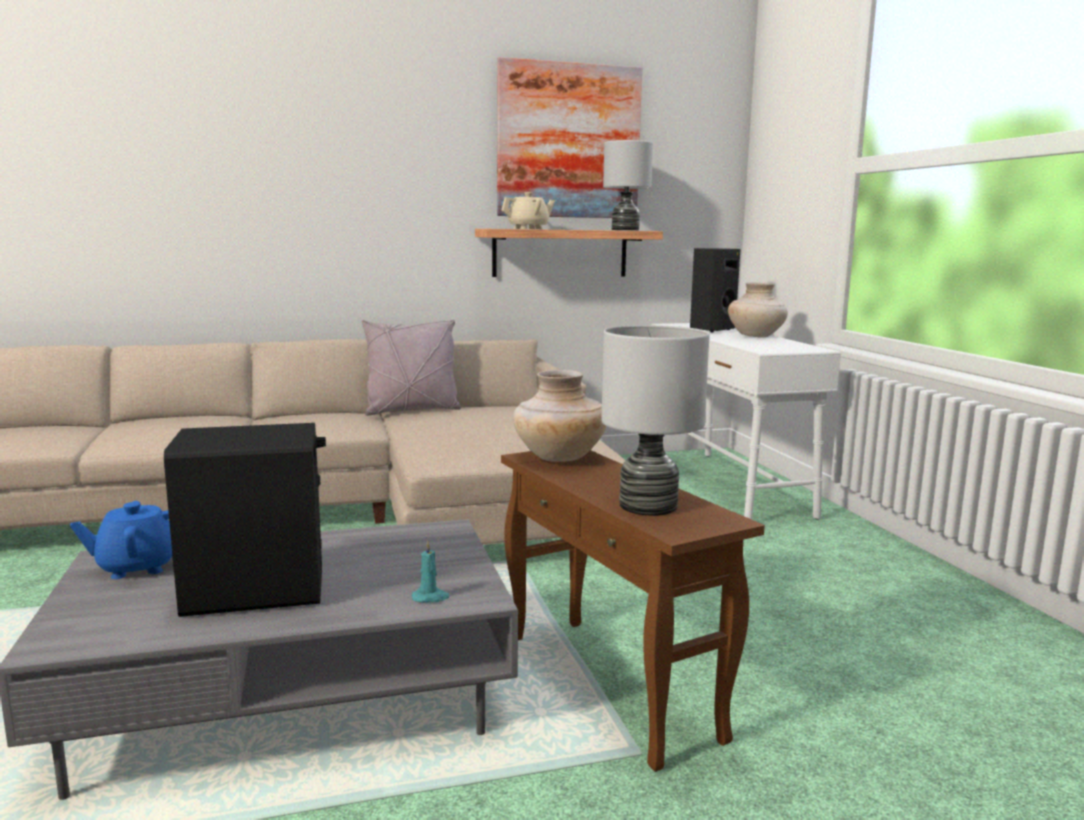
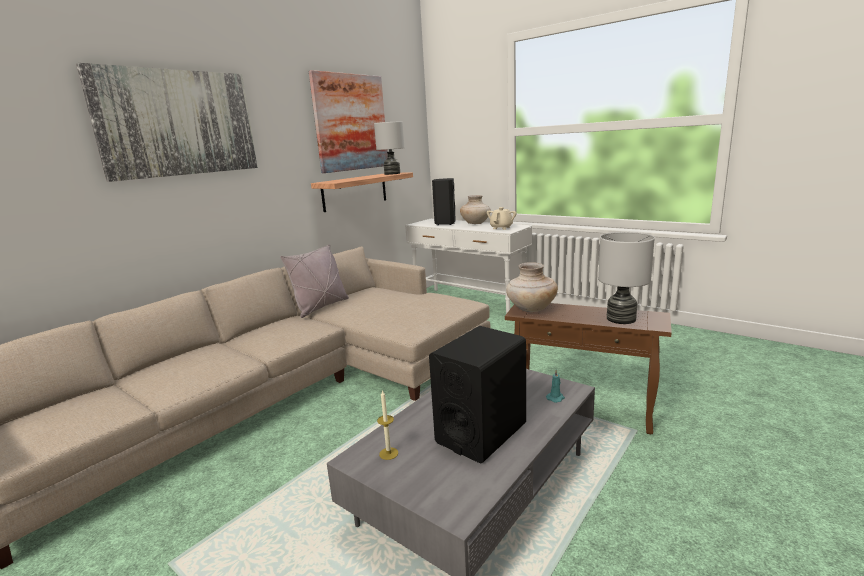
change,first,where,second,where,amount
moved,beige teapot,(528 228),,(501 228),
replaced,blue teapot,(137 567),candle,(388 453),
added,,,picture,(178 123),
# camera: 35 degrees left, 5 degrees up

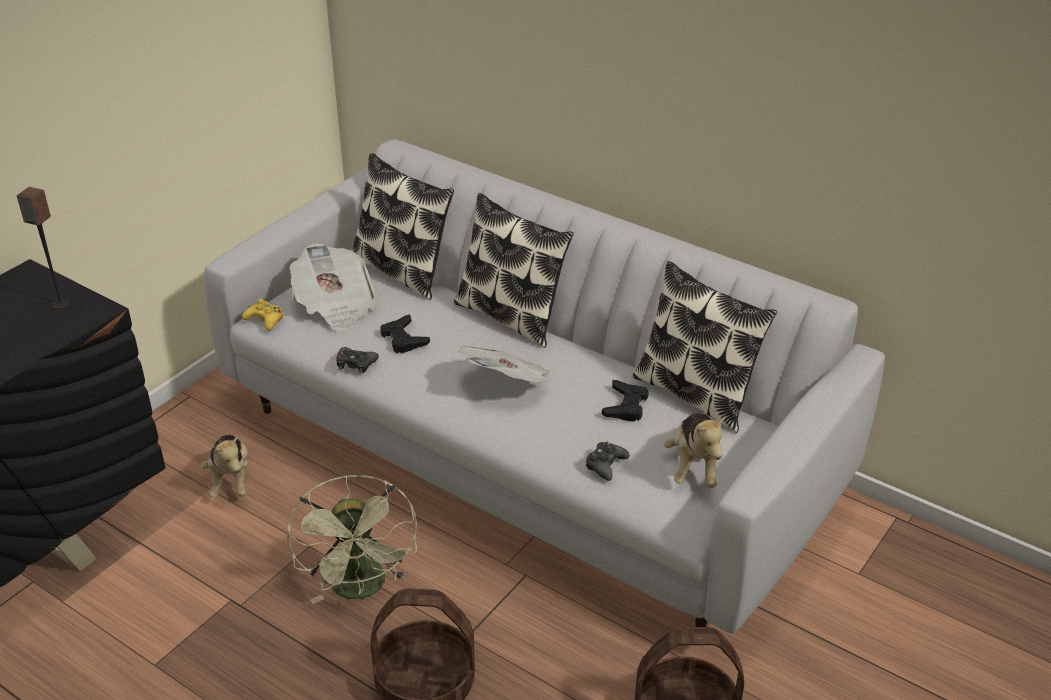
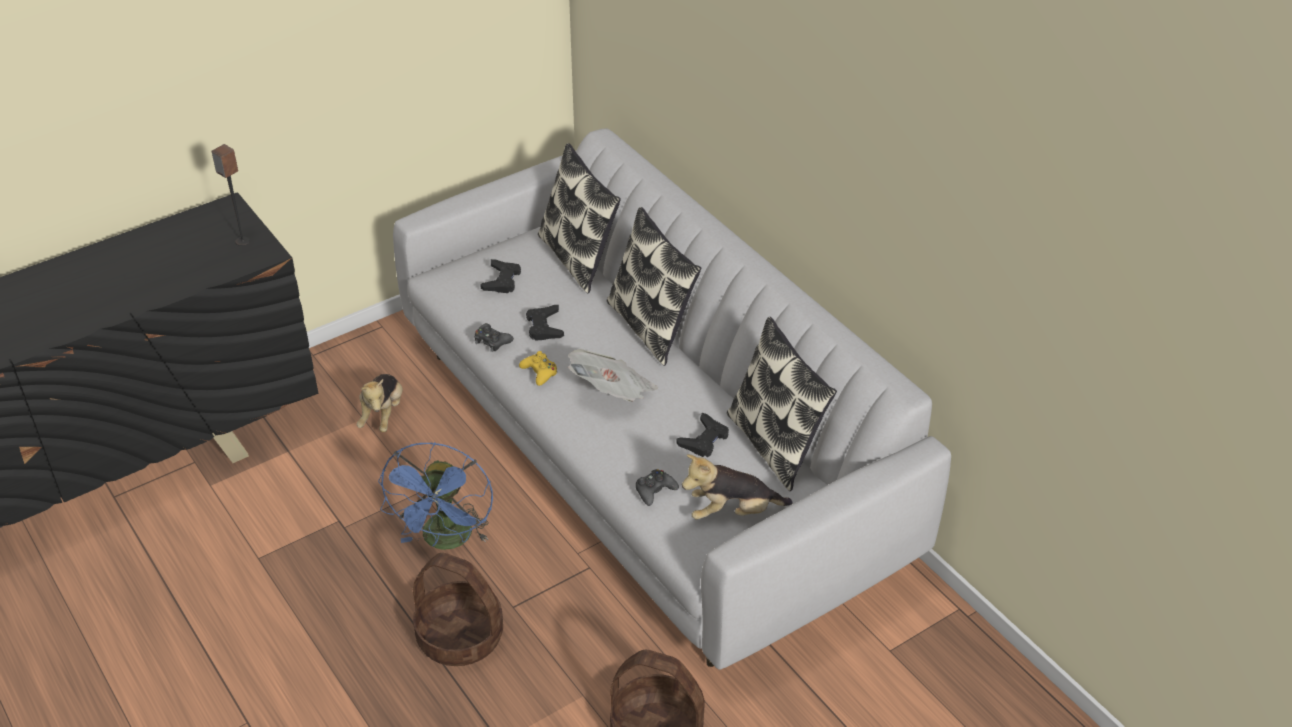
change,first,where,second,where,amount
replaced,newspaper,(335 306),black game controller,(502 280),
moved,yellow game controller,(265 320),,(539 372),
turned,plush toy,(694 466),,(732 512),60 degrees clockwise
recoloured,green fan,(362 589),blue fan,(446 541),
# camera: 20 degrees right, 5 degrees up

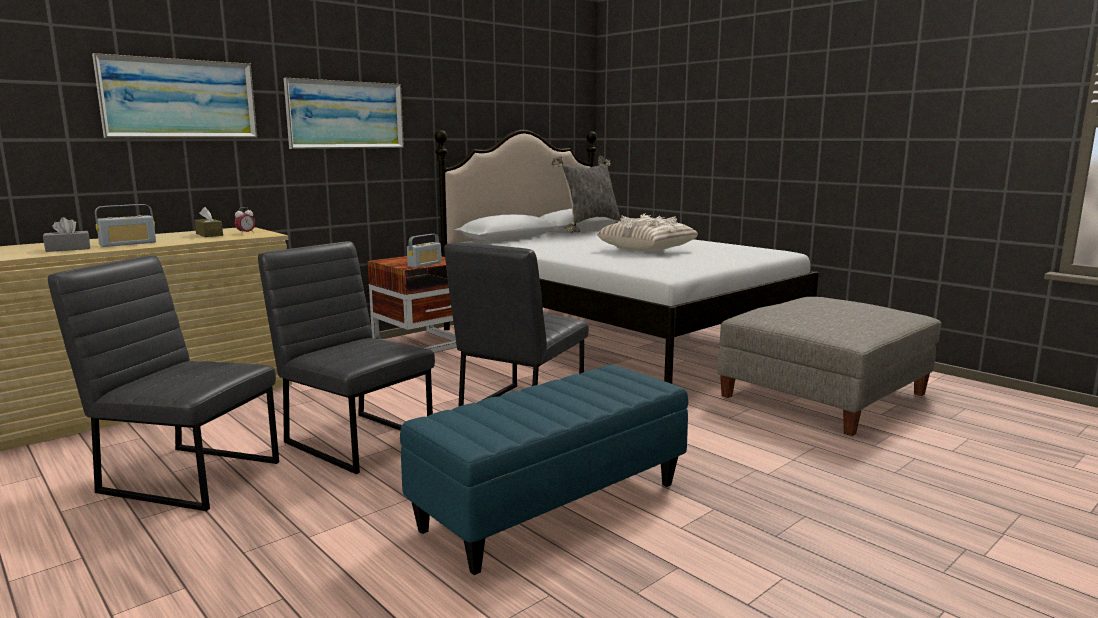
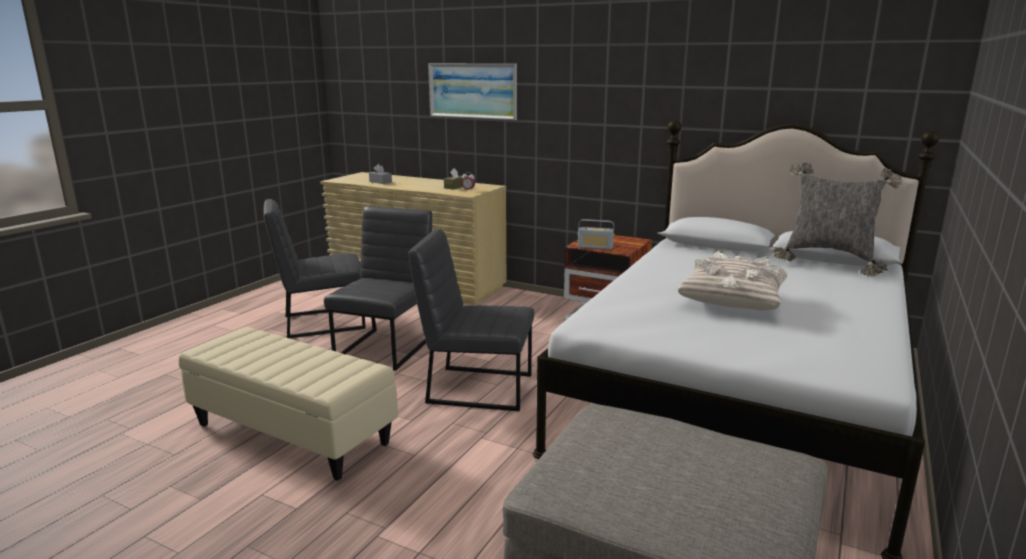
change,first,where,second,where,amount
removed,picture,(346 115),,,
removed,radio,(128 244),,,
turned,grey chair,(187 475),,(321 322),105 degrees counterclockwise
recoloured,blue ottoman,(554 508),beige ottoman,(291 435),
# camera: 70 degrees right, 5 degrees up

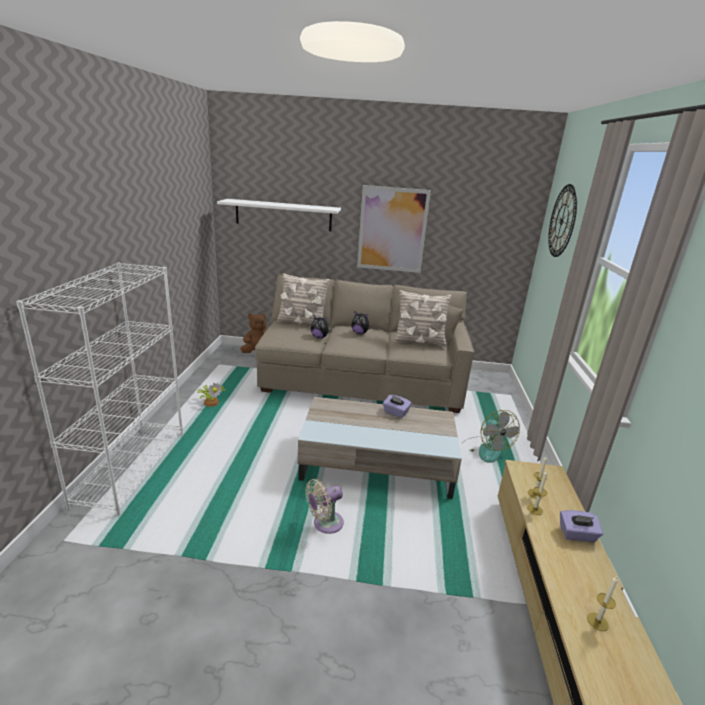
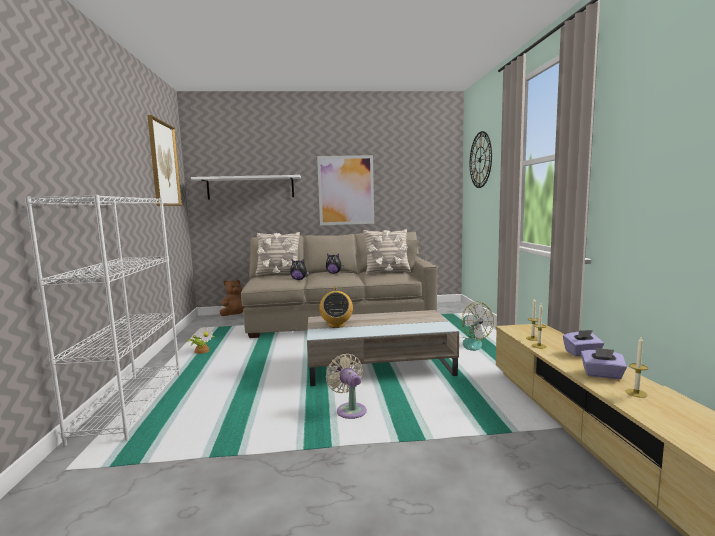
change,first,where,second,where,amount
moved,purple tissue box,(395 412),,(602 374),
turned,beige fan,(325 524),,(350 410),105 degrees clockwise
added,,,picture,(164 164),
added,,,radio,(336 325),
# camera: 10 degrees left, 15 degrees down

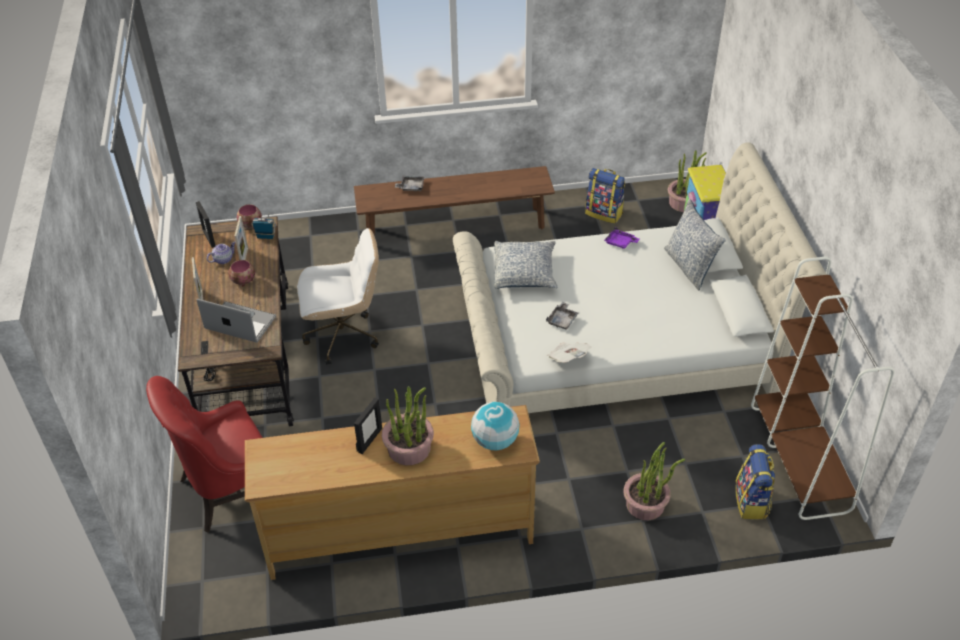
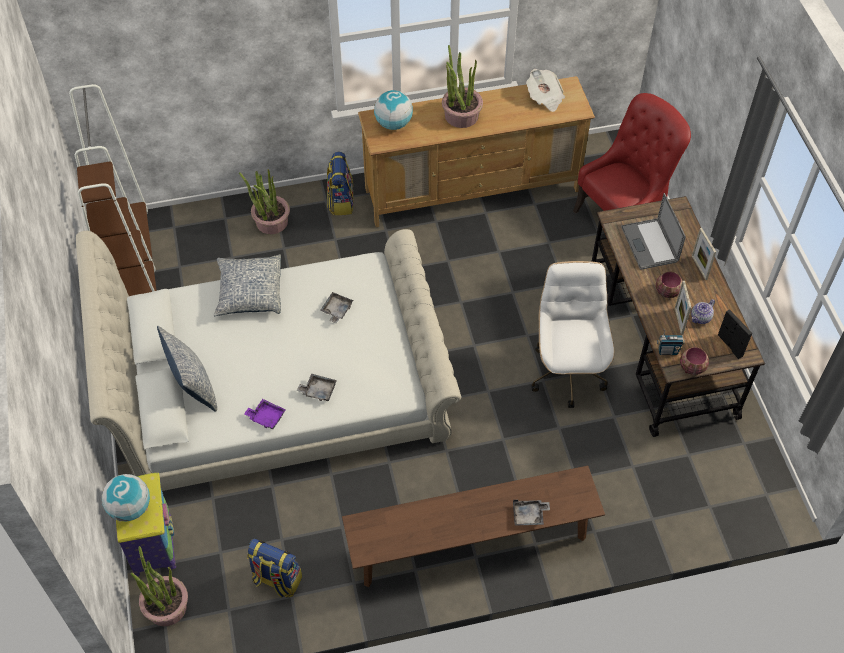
change,first,where,second,where,amount
turned,white office chair,(345 337),,(567 371),105 degrees clockwise
moved,pillow,(524 273),,(249 292),
turned,laptop,(240 323),,(649 244),60 degrees clockwise
moved,newspaper,(568 359),,(544 98),
removed,picture frame,(369 440),,,
moved,backpack,(751 502),,(340 201),
added,,,grey tray,(318 390),
added,,,globe,(130 508),
# camera: 175 degrees right, 10 degrees up

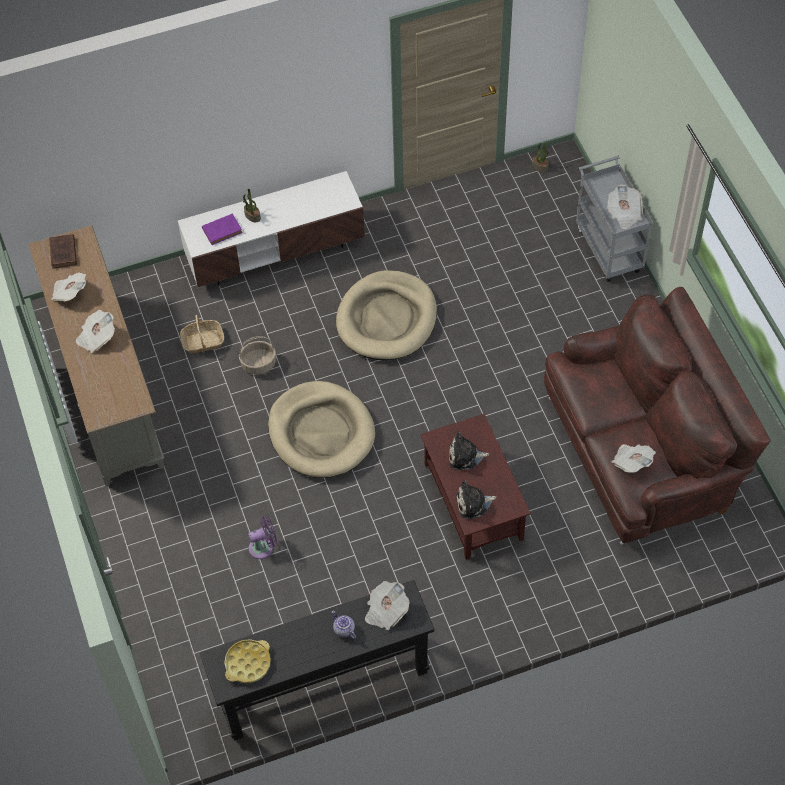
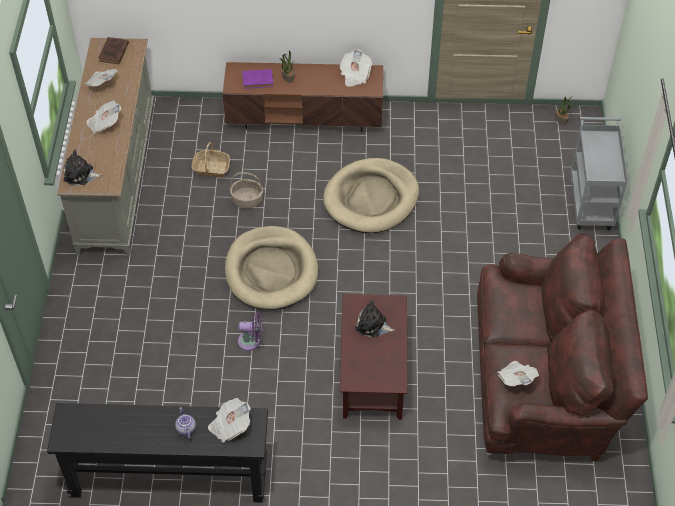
change,first,where,second,where,amount
recoloured,white tv stand,(275 252),brown tv stand,(304 118),
moved,newspaper,(624 213),,(355 75),
moved,plush toy,(473 504),,(80 175),
moved,purple fan,(263 547),,(251 341),
removed,yellow tray,(248 663),,,
# camera: 20 degrees right, 5 degrees down

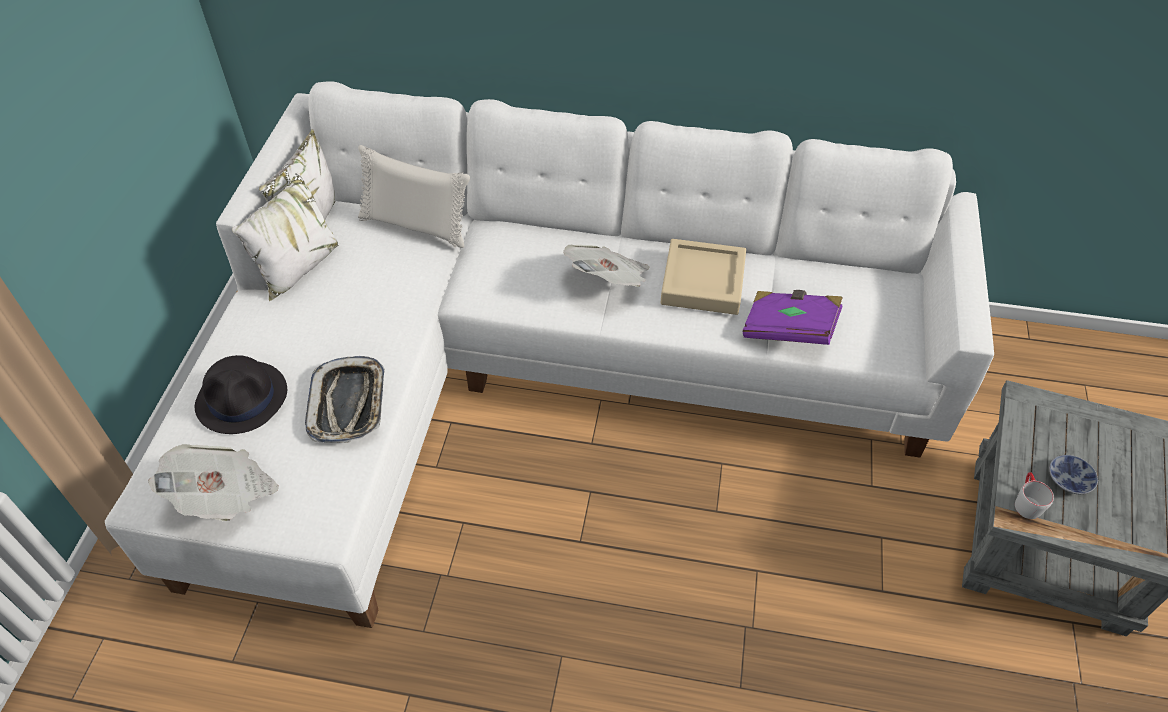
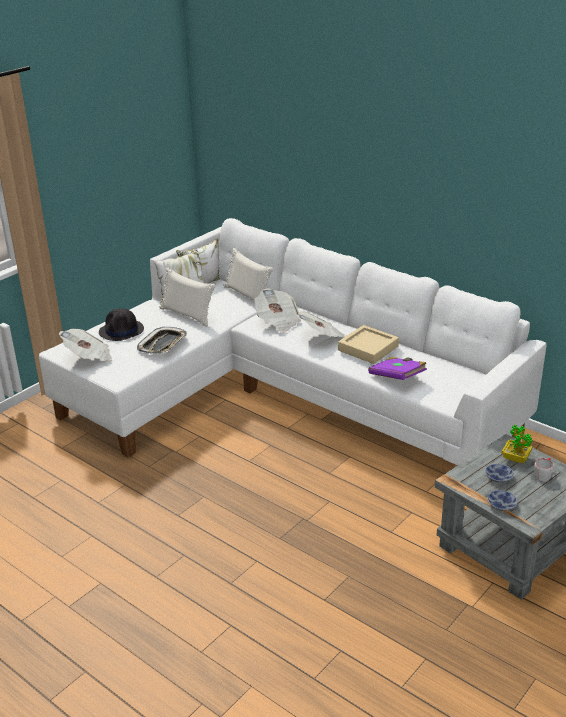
change,first,where,second,where,amount
moved,grey mug,(1026 501),,(543 474),
added,,,white pillow,(188 315),
added,,,newspaper,(278 321),
added,,,potted plant,(515 458),
added,,,bowl,(500 504),
# camera: 30 degrees right, 20 degrees down

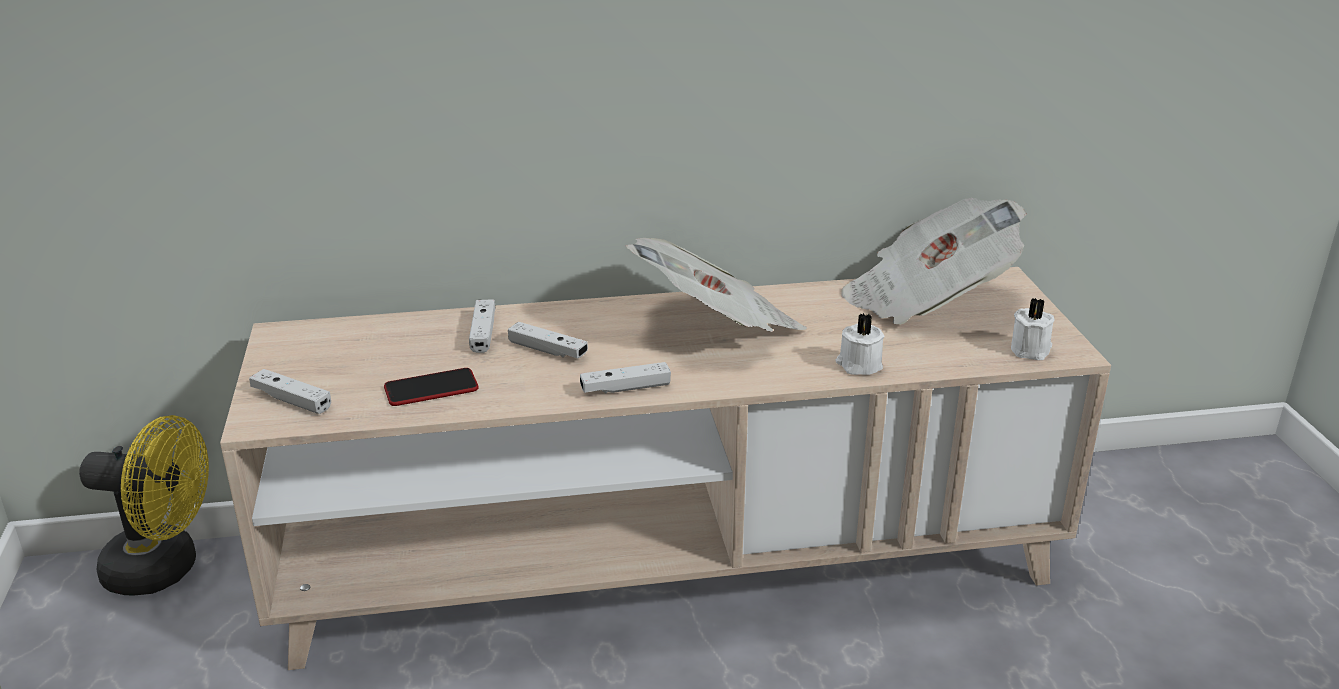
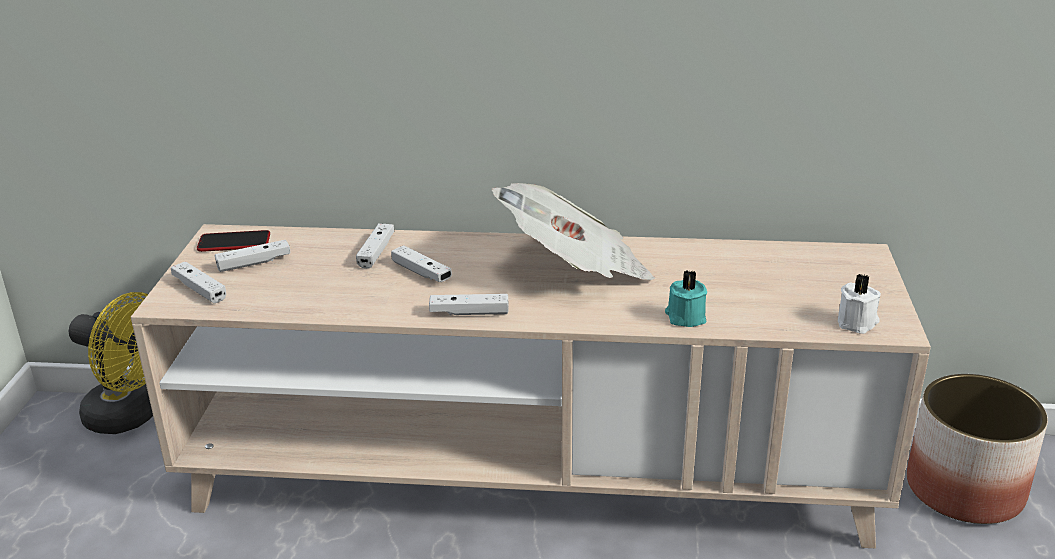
change,first,where,second,where,amount
removed,newspaper,(927 300),,,
recoloured,white candle,(858 365),turquoise candle,(685 317),
moved,phone,(431 389),,(234 242),
added,,,white game controller,(254 263),
added,,,planter,(965 489),
# camera: 15 degrees right, 0 degrees up

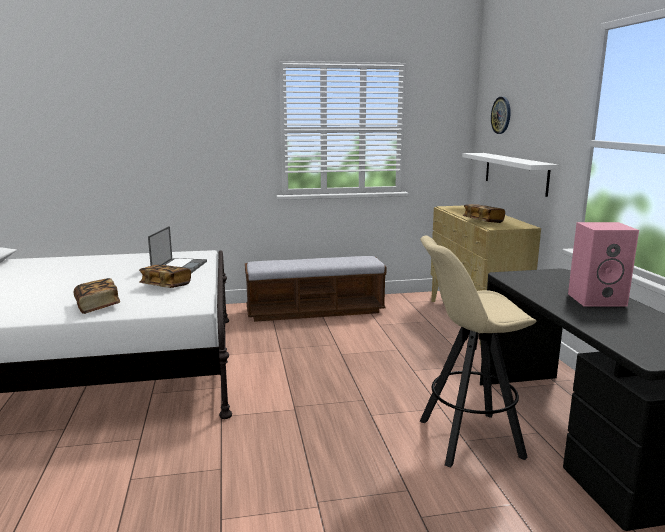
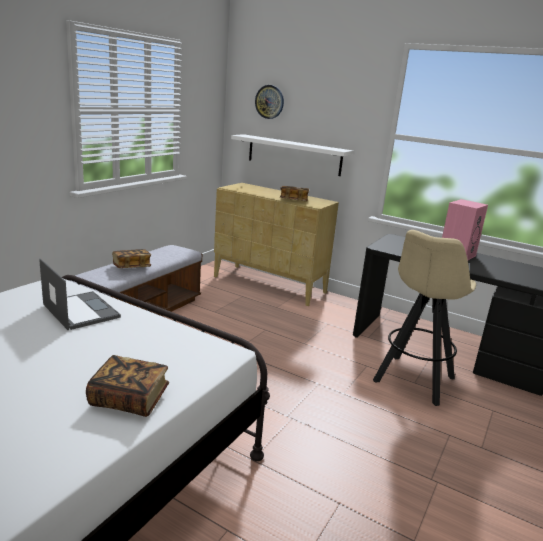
change,first,where,second,where,amount
moved,book,(166 286),,(131 267),
# camera: 50 degrees left, 5 degrees up

